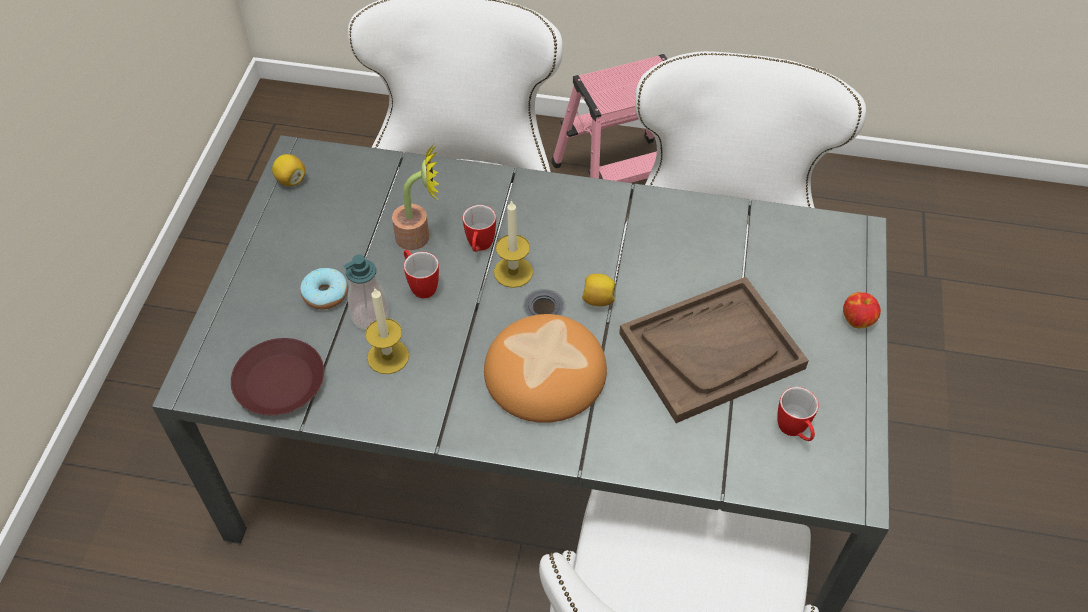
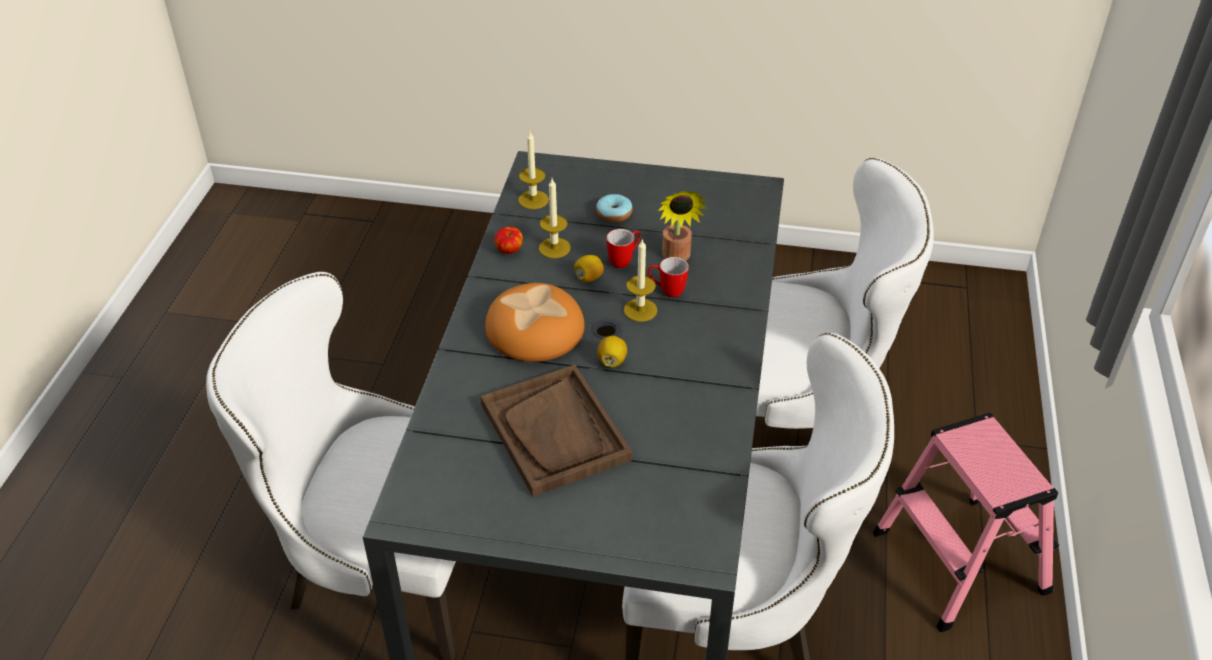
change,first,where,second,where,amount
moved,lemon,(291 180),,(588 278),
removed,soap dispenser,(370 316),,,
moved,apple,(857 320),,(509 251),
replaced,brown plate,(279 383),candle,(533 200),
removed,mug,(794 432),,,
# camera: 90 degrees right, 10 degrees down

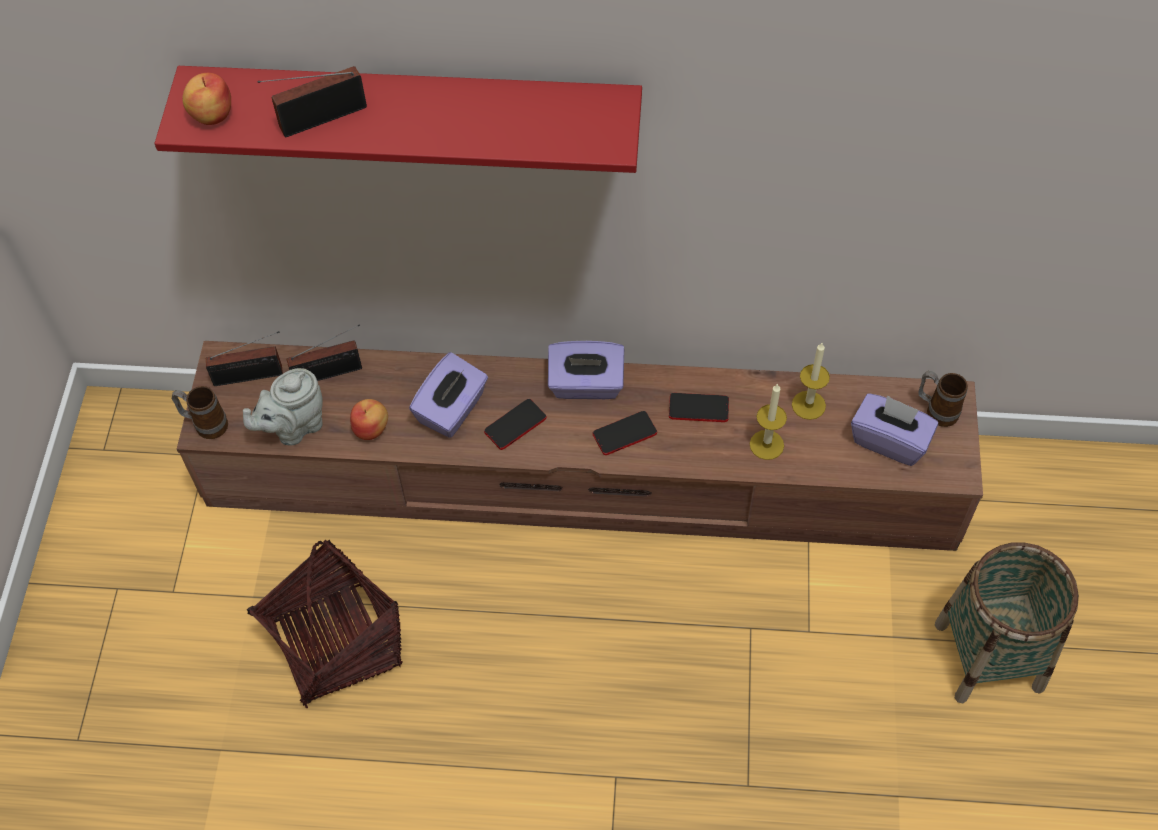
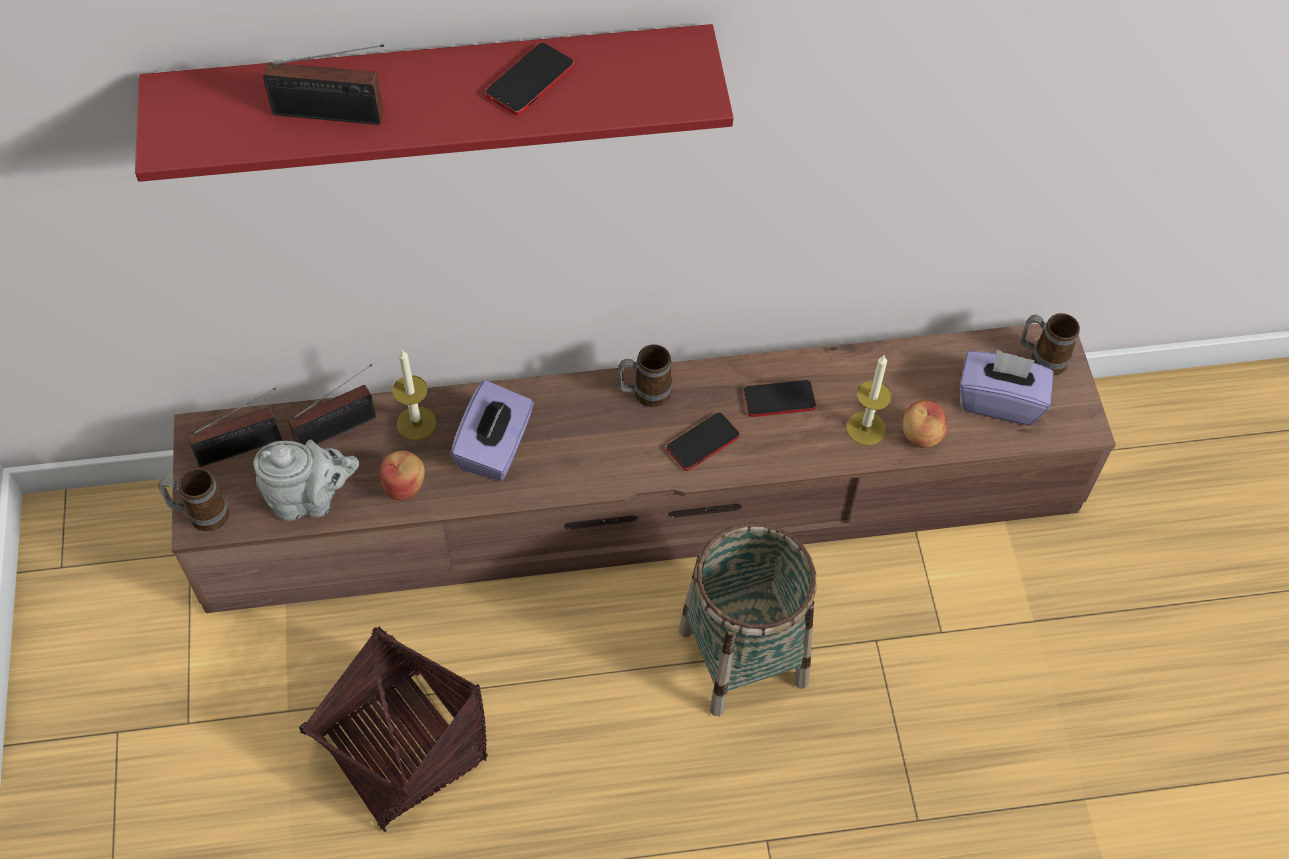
change,first,where,second,where,amount
turned,radio,(318 119),,(334 115),135 degrees counterclockwise
moved,apple,(212 114),,(920 435),
replaced,purple tissue box,(586 385),mug,(644 394),
moved,candle,(808 405),,(416 423),
turned,grey teapot,(294 427),,(311 499),135 degrees counterclockwise
moved,phone,(515 425),,(530 80),
moved,basket,(988 655),,(742 656),
# camera: 15 degrees left, 0 degrees up

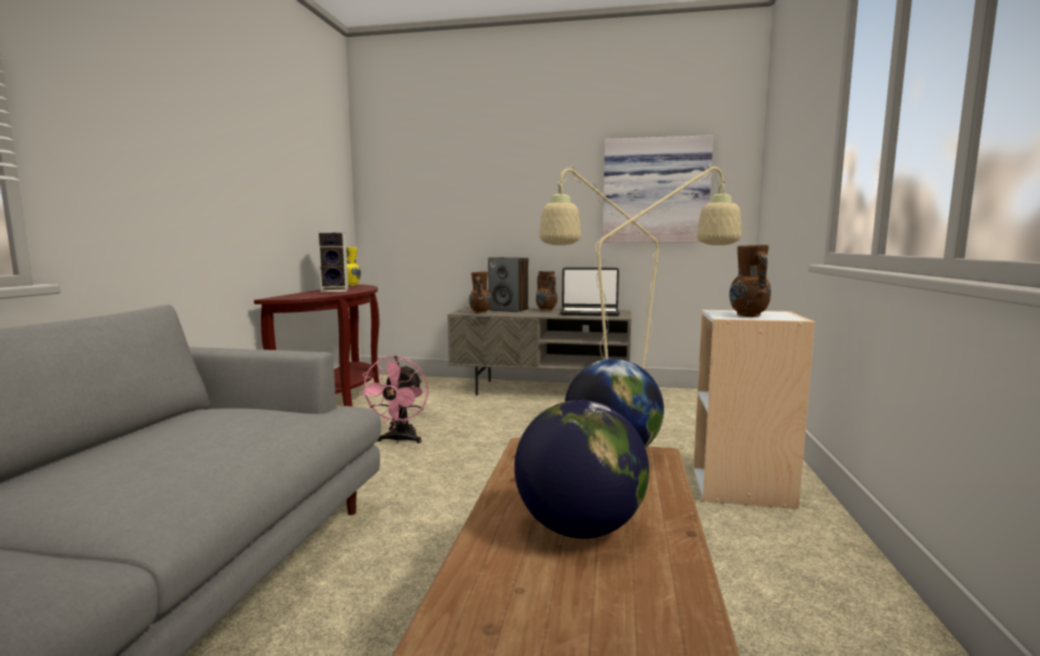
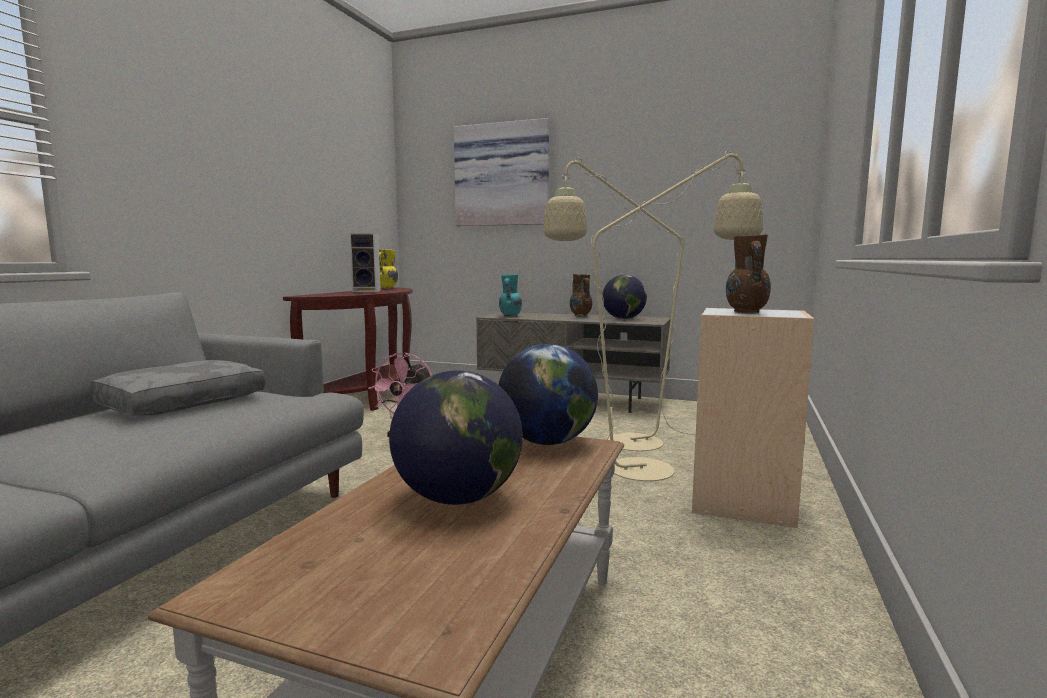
change,first,where,second,where,amount
moved,picture,(655 191),,(502 175),
removed,speaker,(509 310),,,
replaced,laptop,(589 313),globe,(624 318),
recoloured,brown vase,(480 312),turquoise vase,(510 316),
added,,,grey pillow,(183 402),
# camera: 10 degrees right, 0 degrees up

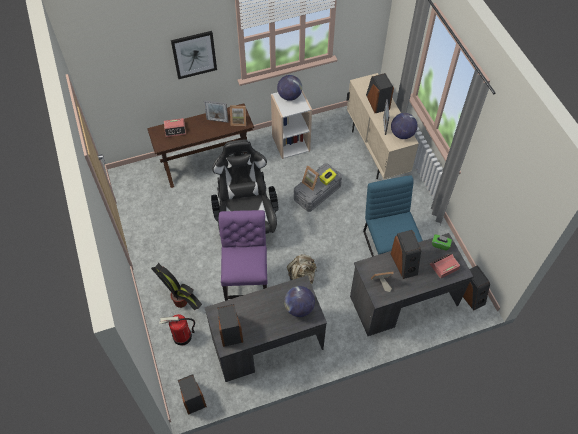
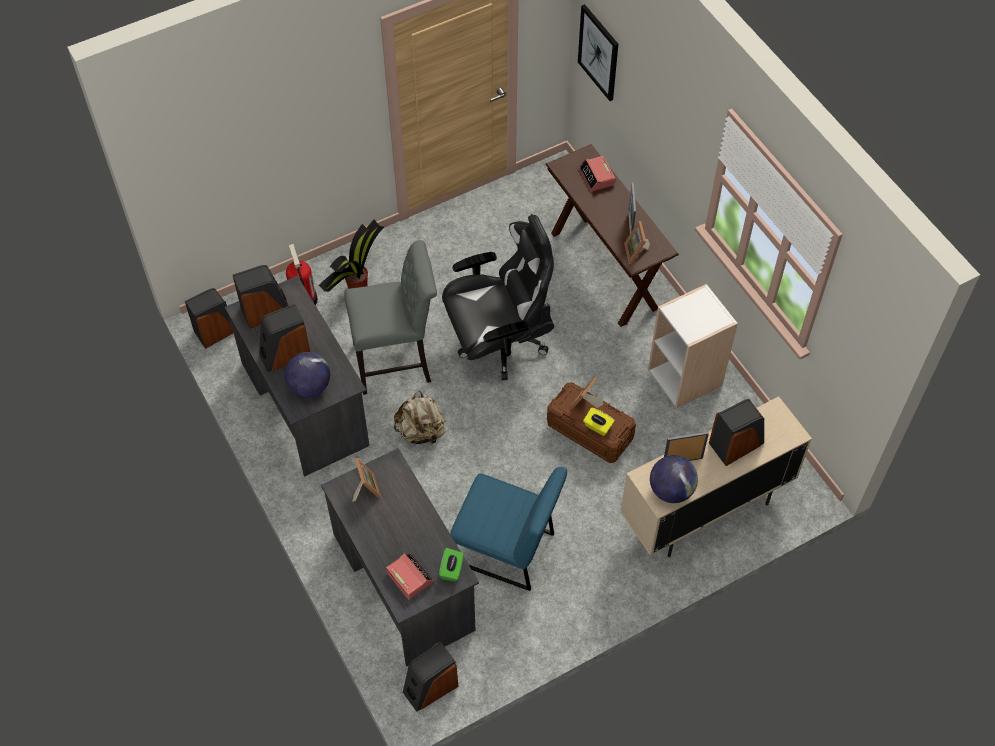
change,first,where,second,where,amount
moved,picture,(194 54),,(599 52),
removed,globe,(289 96),,,
recoloured,grey storage box,(317 193),brown storage box,(589 431),
turned,blue chair,(388 245),,(507 550),45 degrees clockwise
recoloured,purple stool,(247 285),grey stool,(397 363),
moved,speaker,(404 263),,(285 354),
# camera: 80 degrees right, 0 degrees up

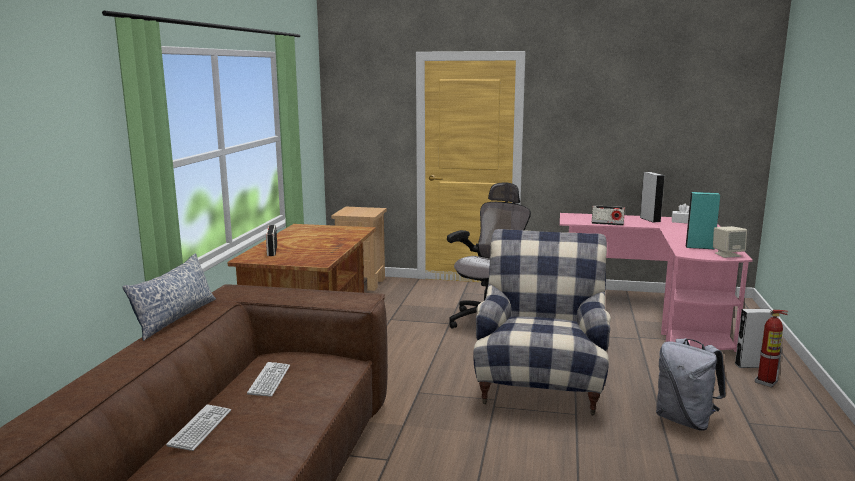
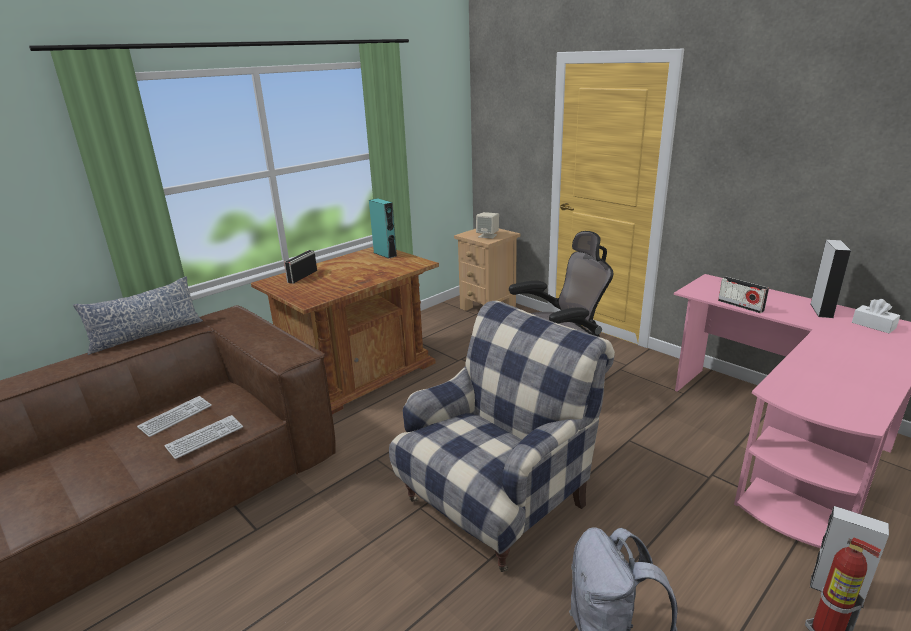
change,first,where,second,where,amount
moved,turquoise speaker,(699 247),,(385 254),
moved,beige speaker,(727 254),,(488 236),
moved,keyboard,(200 428),,(205 437),
# camera: 35 degrees right, 10 degrees up

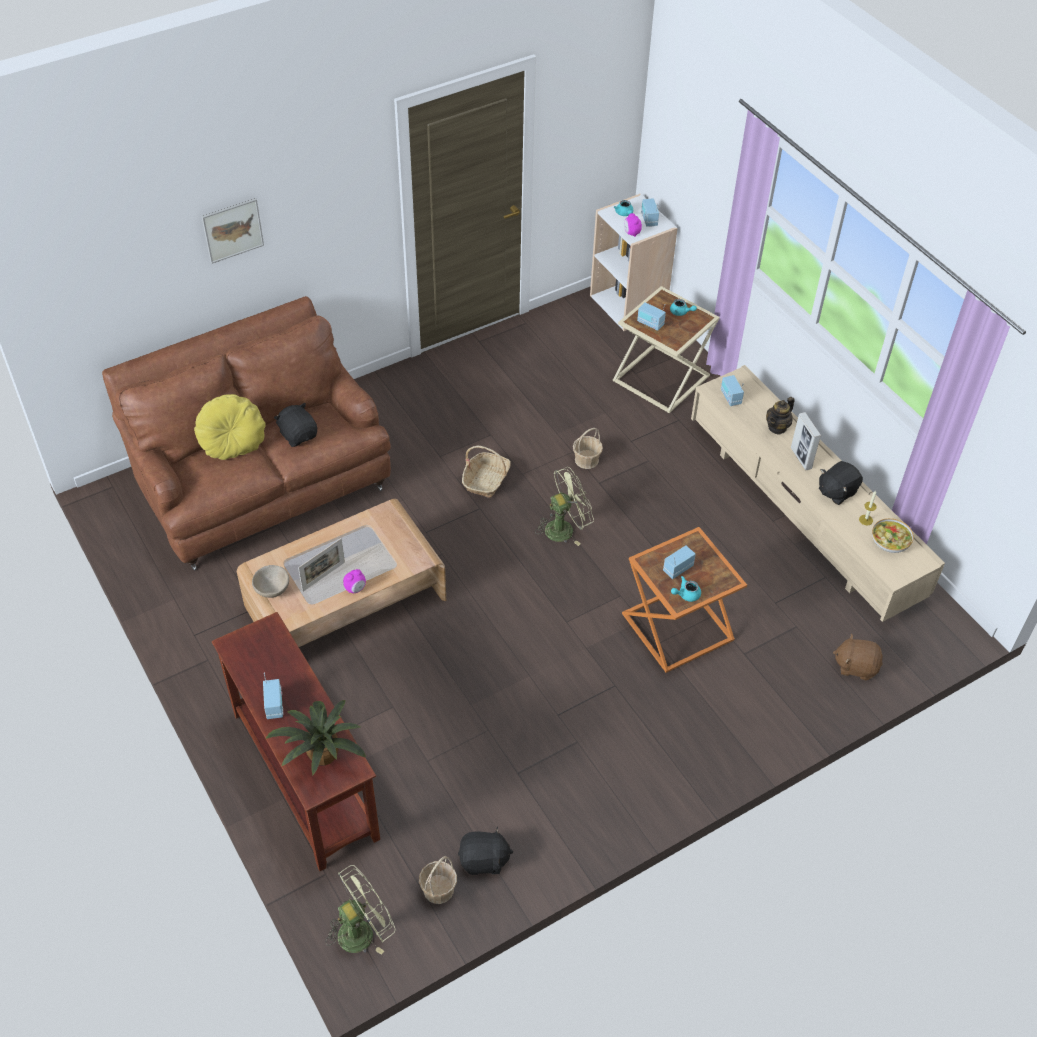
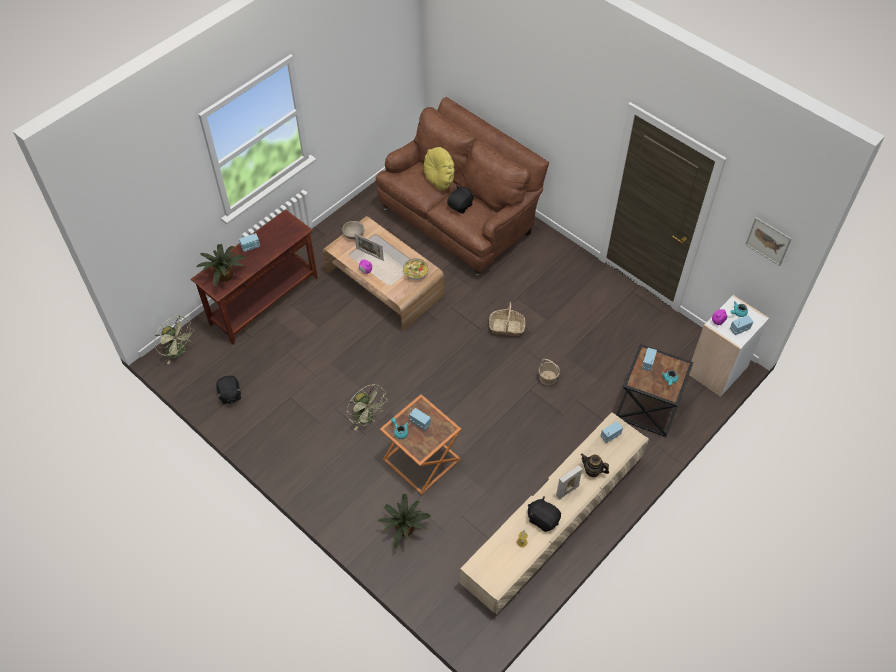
change,first,where,second,where,amount
moved,picture,(232 230),,(768 241),
recoloured,beige side table,(663 378),black side table,(648 408),
moved,green fan,(564 528),,(367 418),
moved,bowl,(890 541),,(415 273),
removed,brown plush toy,(856 666),,,
removed,basket,(438 889),,,
added,,,potted plant,(404 528),
# camera: 75 degrees right, 5 degrees up

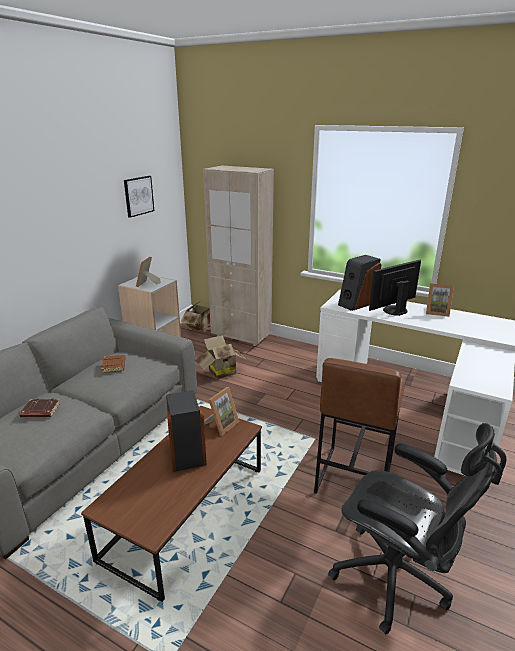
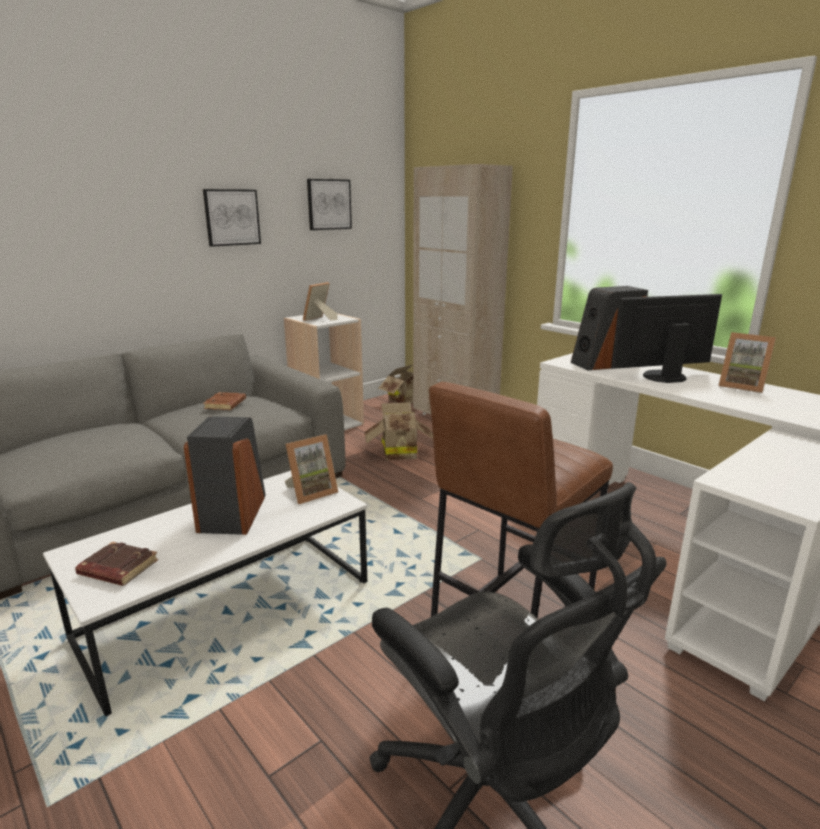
change,first,where,second,where,amount
moved,brown book,(40 411),,(117 569),
recoloured,brown coffee table,(186 512),white coffee table,(227 610),
added,,,picture,(232 217),
# camera: 20 degrees right, 5 degrees down

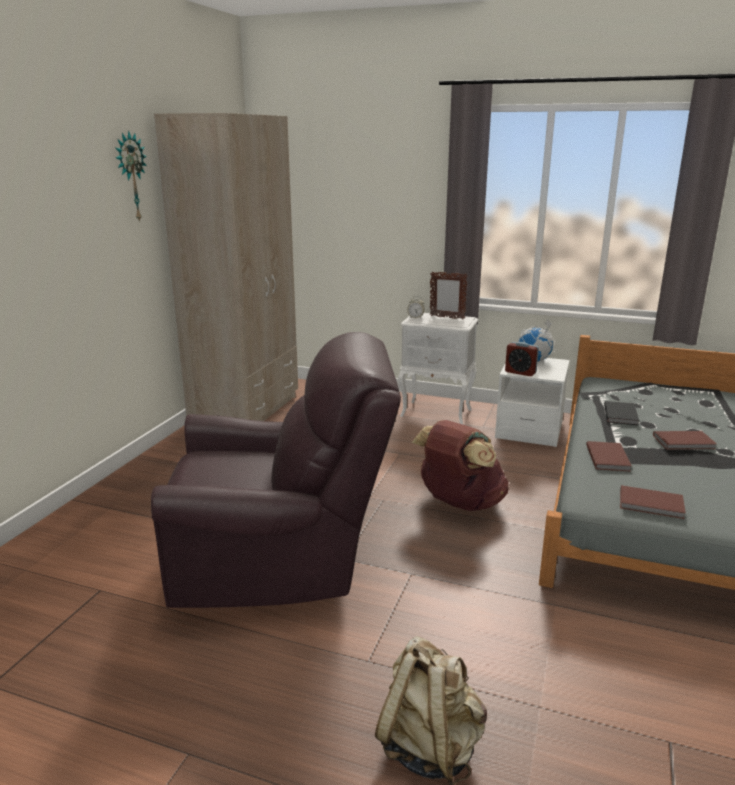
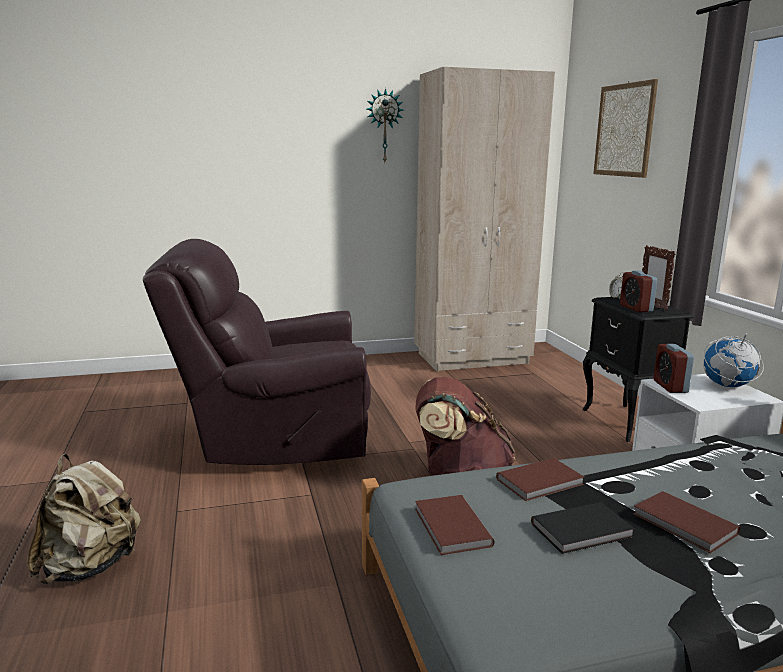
change,first,where,second,where,amount
recoloured,white nightstand,(436 413),black nightstand,(626 422),
turned,brown armchair,(282 562),,(272 441),120 degrees clockwise
moved,black book,(621 415),,(583 531),
added,,,picture,(624 129),
added,,,alarm clock,(636 308),
# camera: 55 degrees right, 5 degrees down

